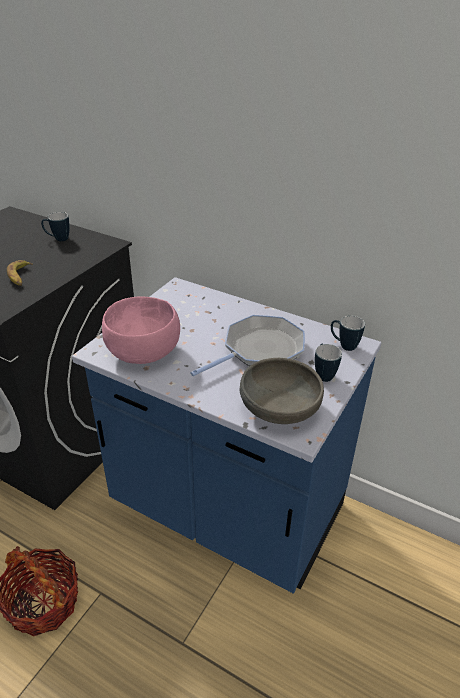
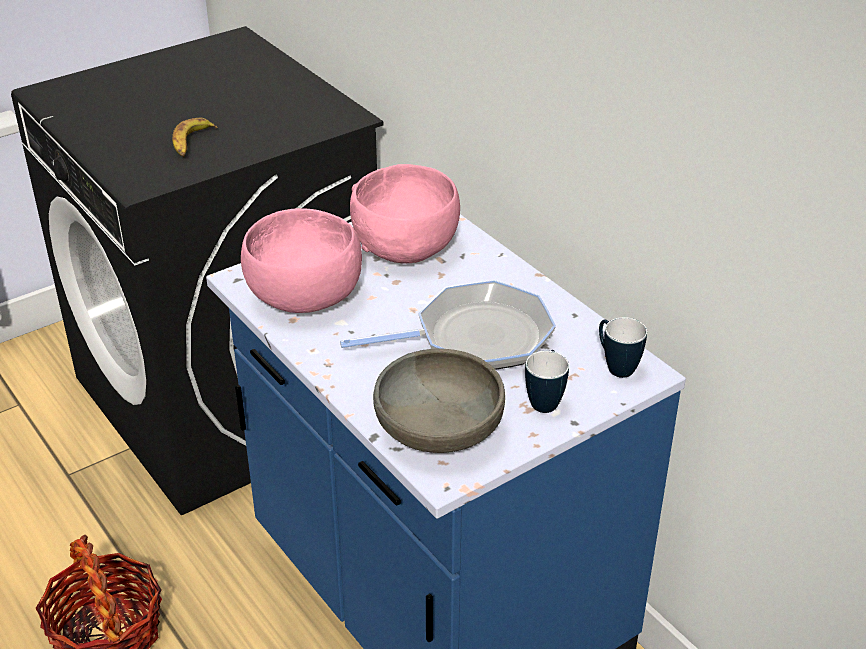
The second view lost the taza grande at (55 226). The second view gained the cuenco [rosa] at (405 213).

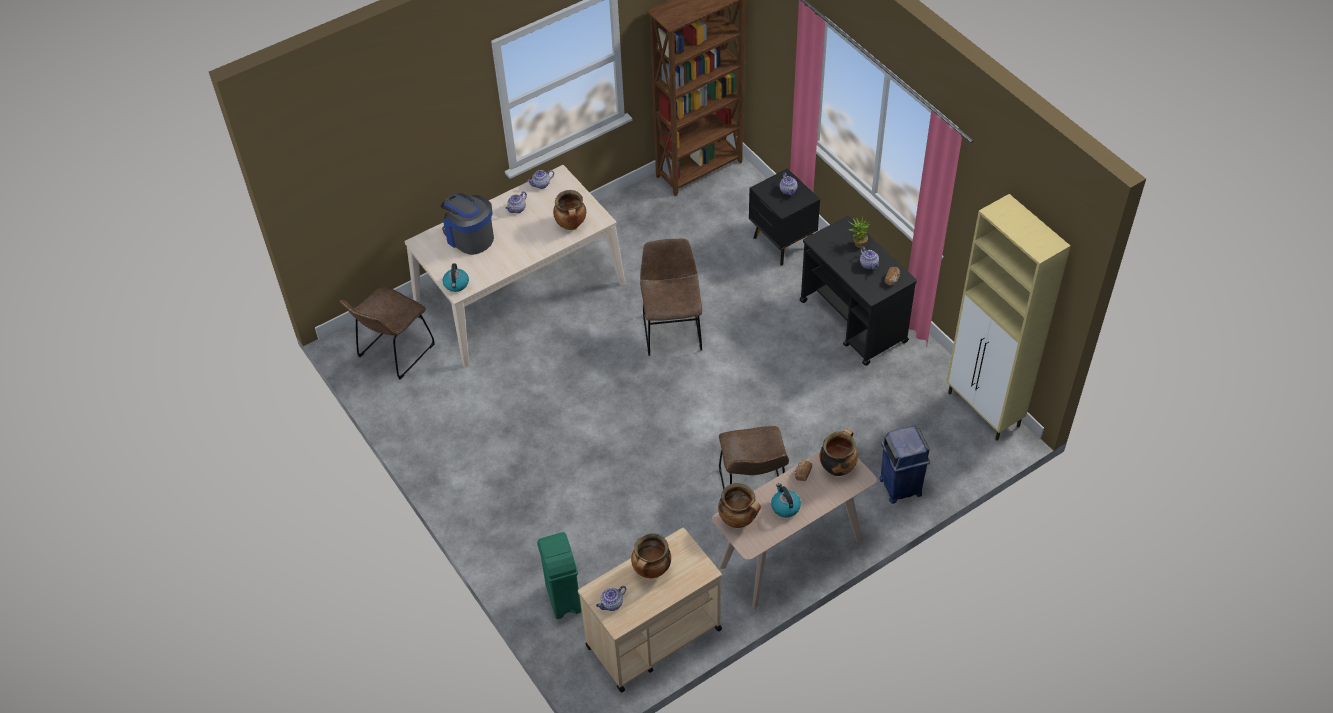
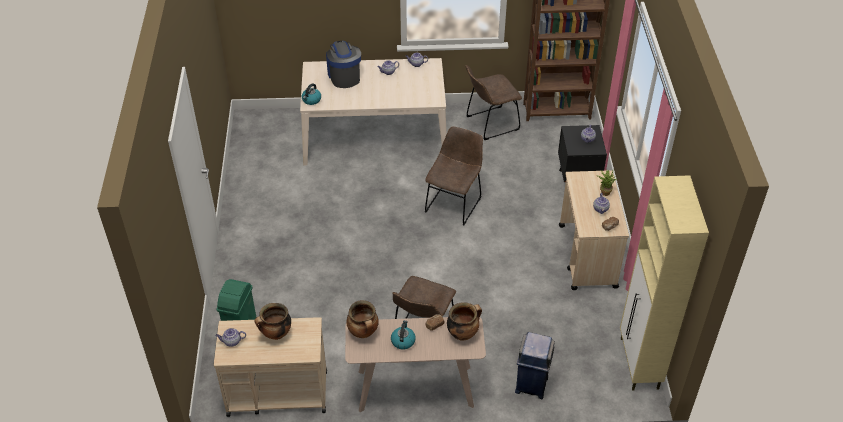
The second view lost the olla at (569 210). The silla [marrón] ended up elsewhere, having gone from (387 332) to (494 102). What was the carrito [negro] at (858 291) turned into the carrito [beis] at (594 230).

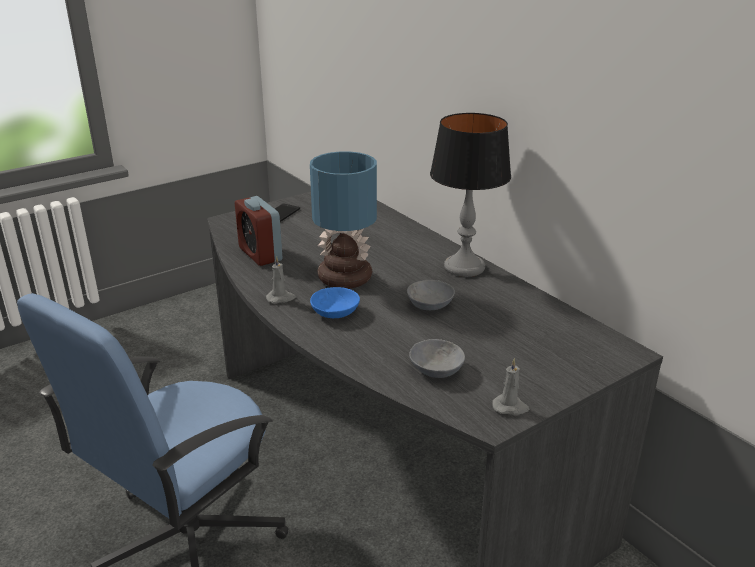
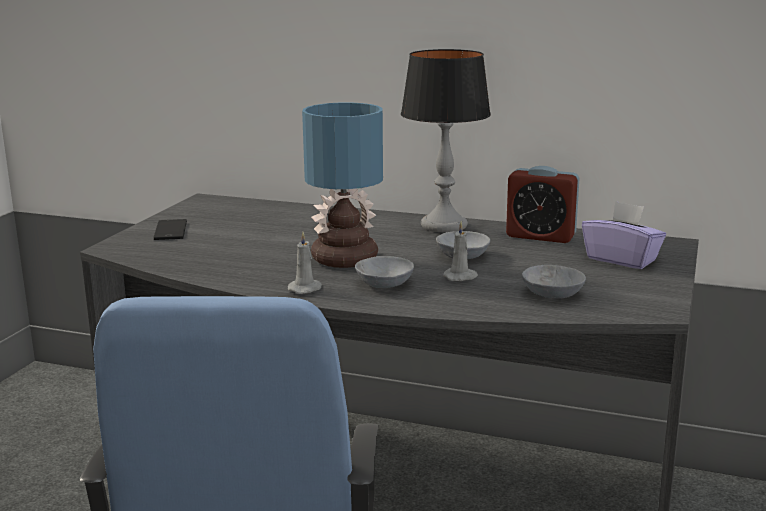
The second view gained the caja de pañuelos [morado] at (624 235). The despertador ended up elsewhere, having gone from (258 231) to (543 204). The vela [gris] ended up elsewhere, having gone from (510 386) to (460 251). What was the cuenco [azul] at (335 302) turned into the cuenco [gris] at (384 272).

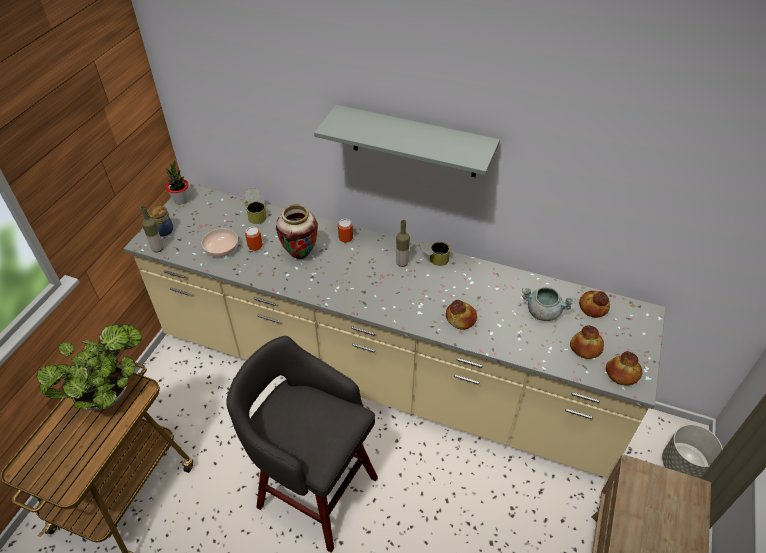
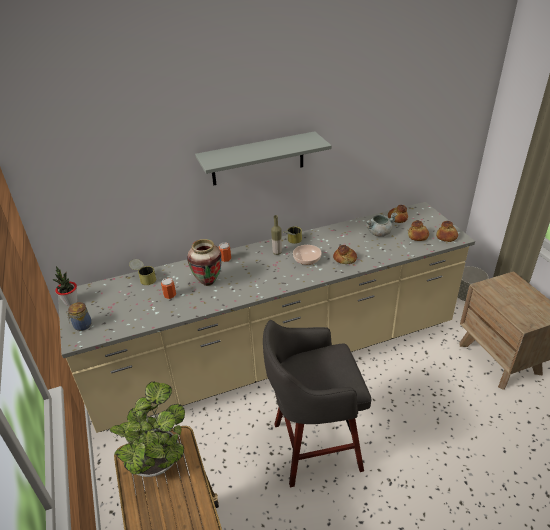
The second view lost the botella at (152 229). The cuenco ended up elsewhere, having gone from (219 243) to (307 255).

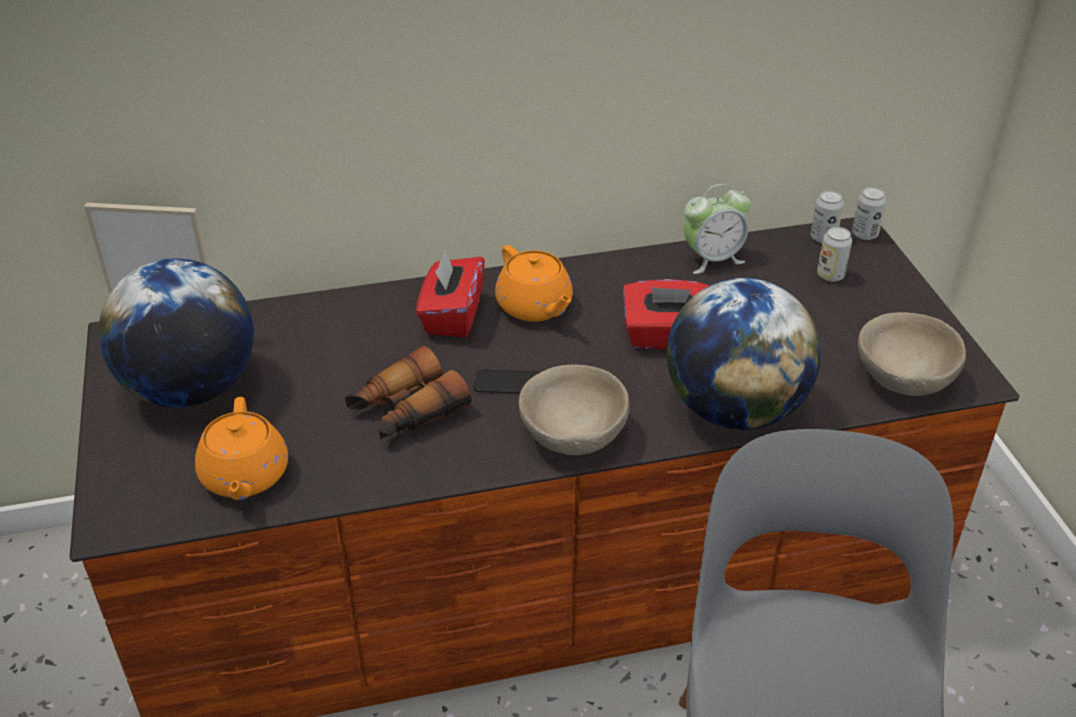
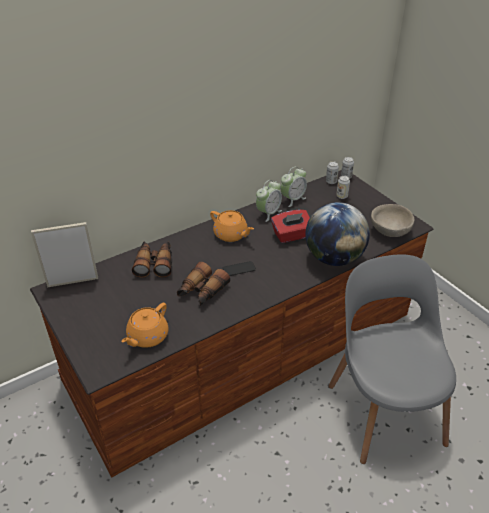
The second view lost the globo terráqueo at (176 333). The second view lost the caja de pañuelos [rojo] at (450 294). The second view lost the cuenco [beis] at (574 409). The second view gained the prismáticos at (152 259). The second view gained the despertador at (269 201). The tetera [naranja] at (241 448) ended up facing another way, 60 degrees clockwise from before.

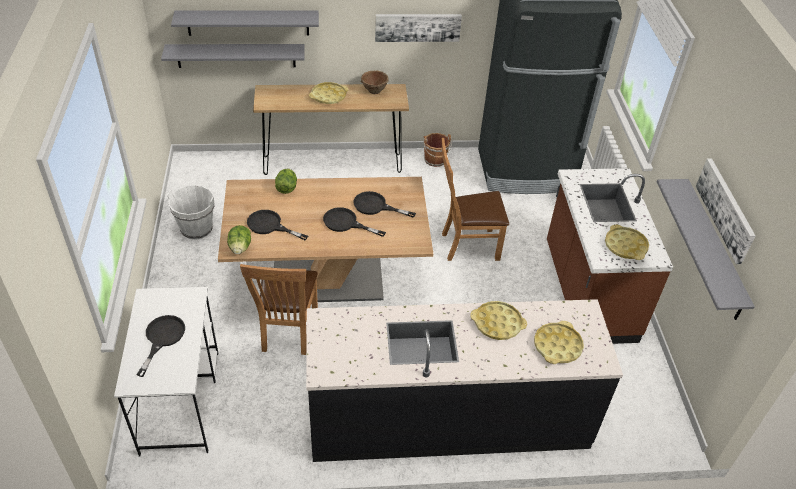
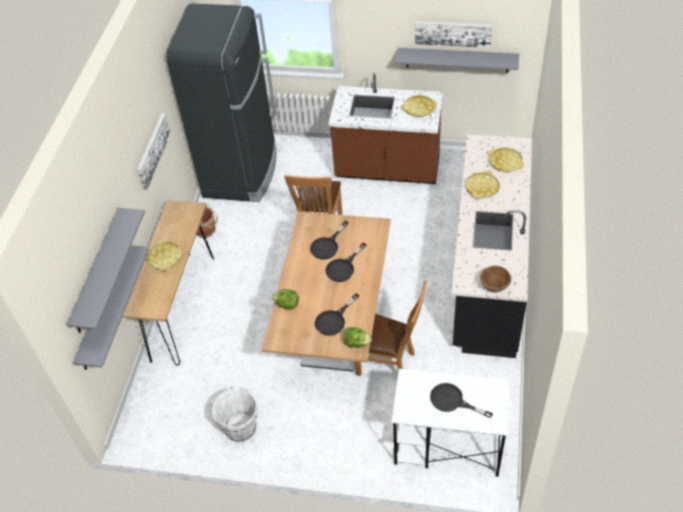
The cuenco [marrón] ended up elsewhere, having gone from (375 82) to (495 278).

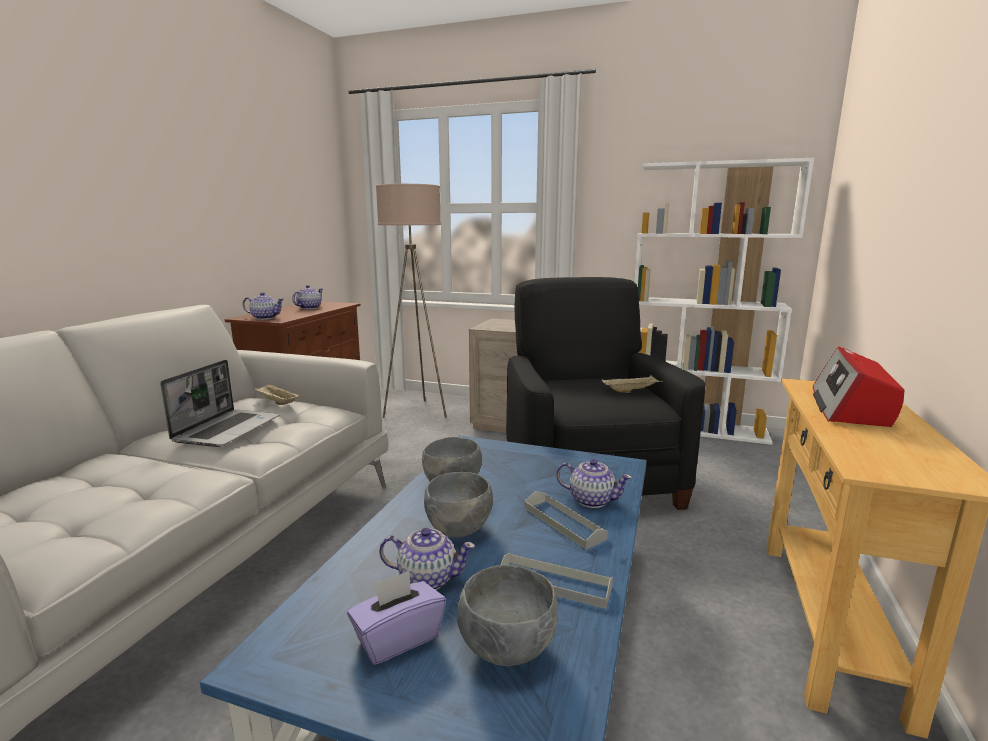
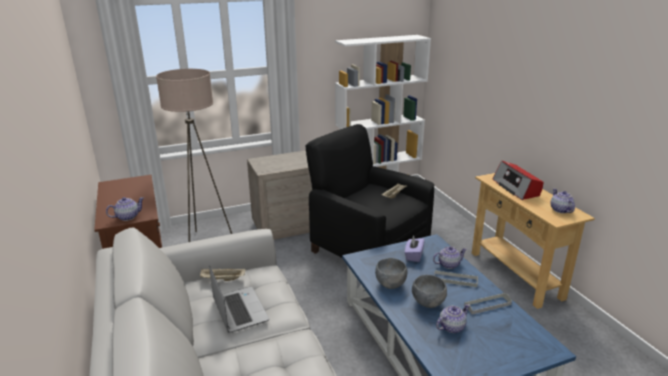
The second view lost the cuenco [gris] at (507 615). The tetera ended up elsewhere, having gone from (307 297) to (562 201). The caja de pañuelos [morado] ended up elsewhere, having gone from (396 618) to (415 248).

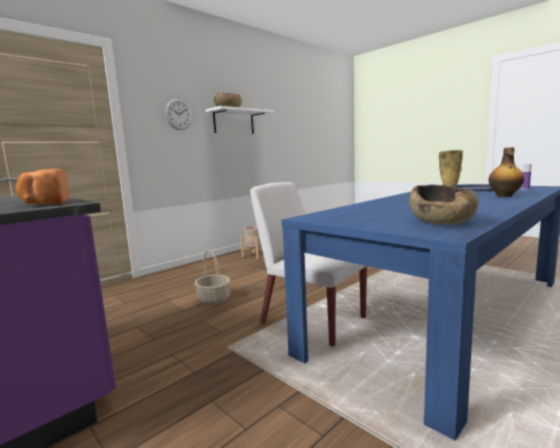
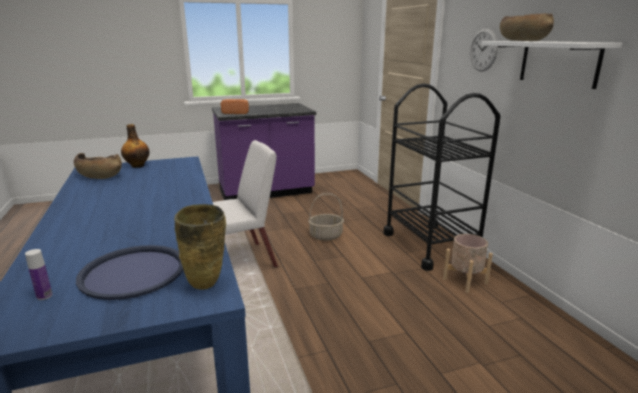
The second view gained the carrito [negro] at (442 177). The botella ended up elsewhere, having gone from (506 172) to (135 146).

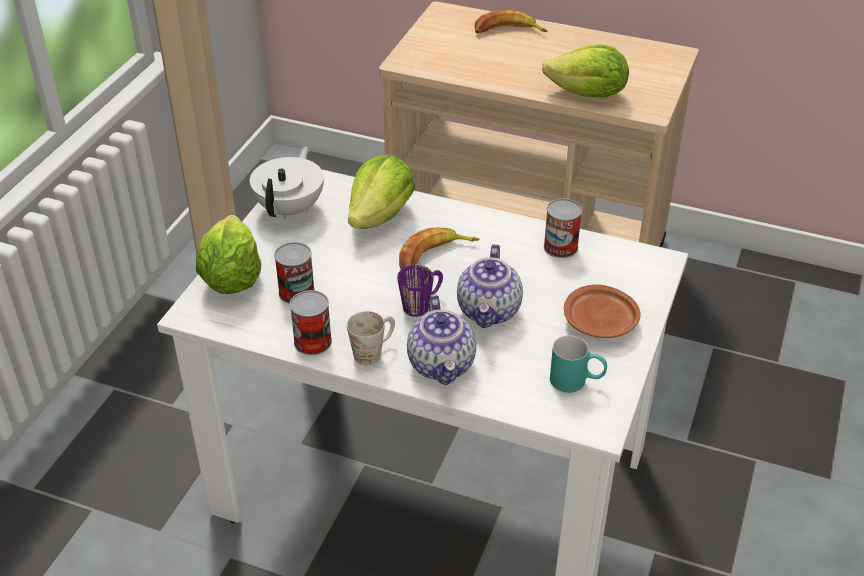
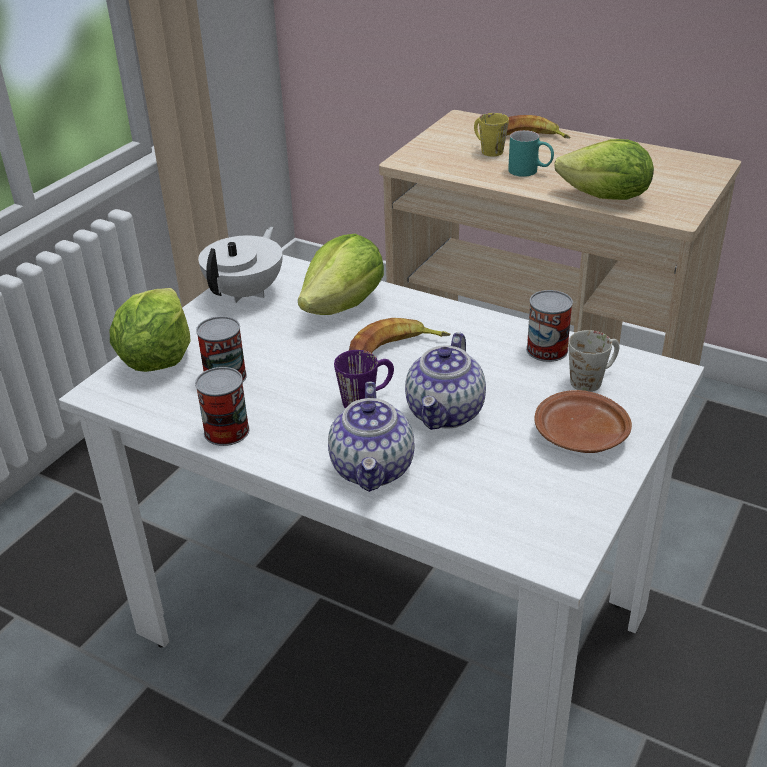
The second view gained the taza grande [amarillo] at (491 135). The taza grande [blanco] ended up elsewhere, having gone from (371 338) to (593 361). The taza grande [turquesa] ended up elsewhere, having gone from (578 364) to (531 153).

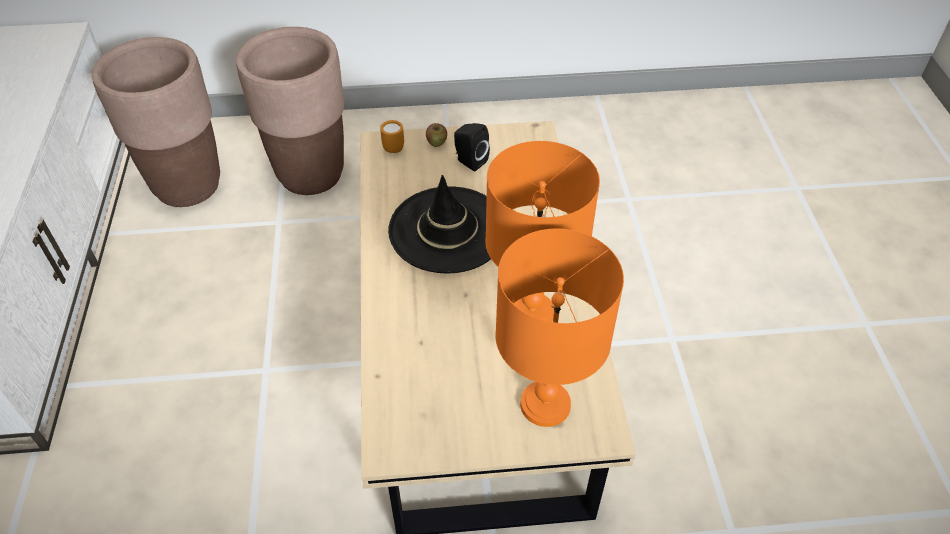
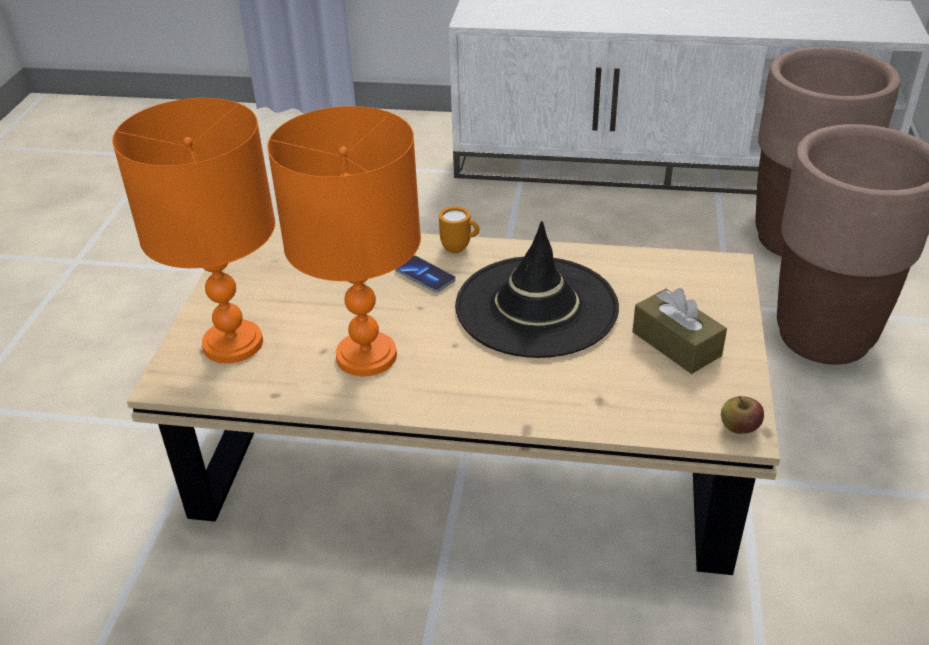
The second view gained the móvil at (425 273). The taza grande [naranja] ended up elsewhere, having gone from (392 136) to (459 229). The manzana ended up elsewhere, having gone from (436 135) to (742 415). Where the altavoz [negro] stood at (472 147), the caja de pañuelos [marrón] came to stand at (679 331).

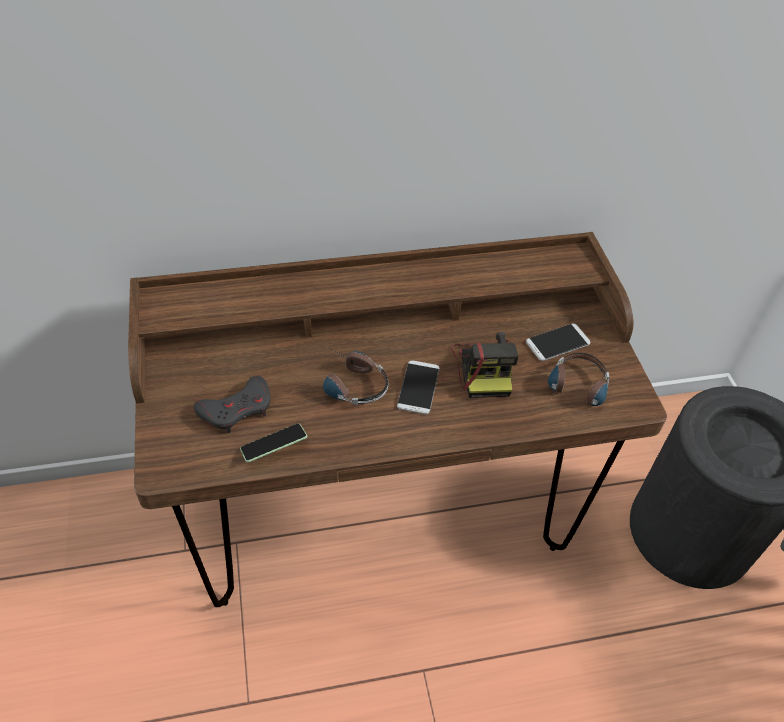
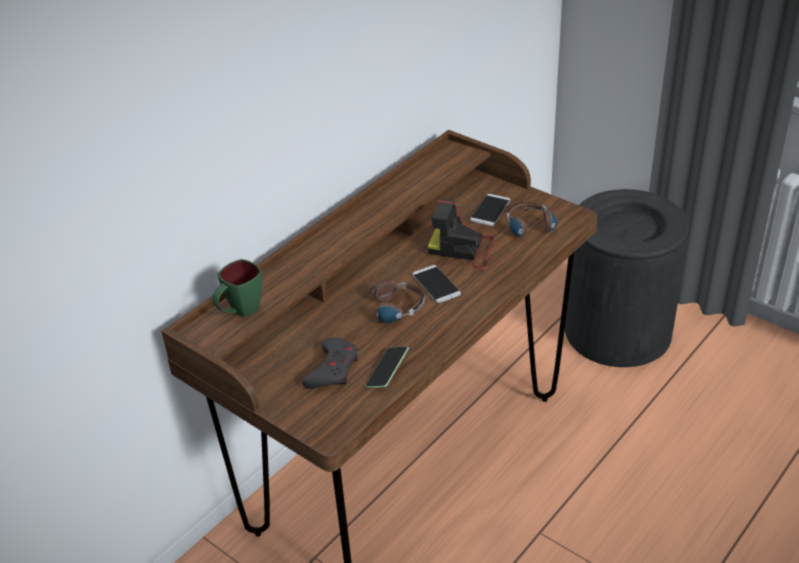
The second view gained the taza grande [verde] at (237 288). The cámara at (485 365) ended up facing another way, 150 degrees clockwise from before.

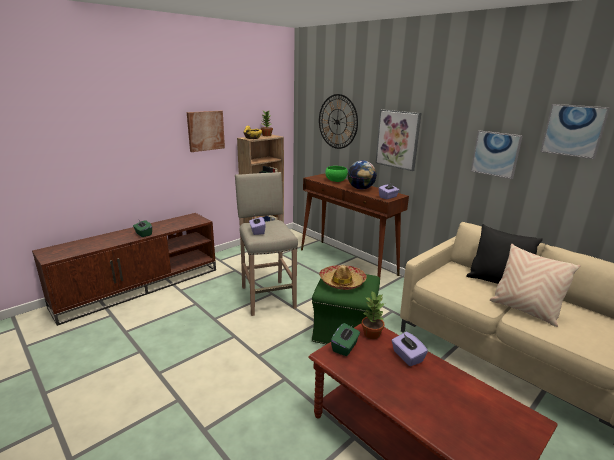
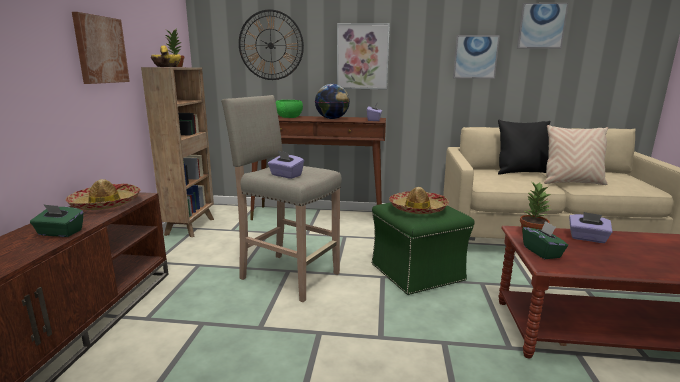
The second view gained the sombrero at (103 194).

